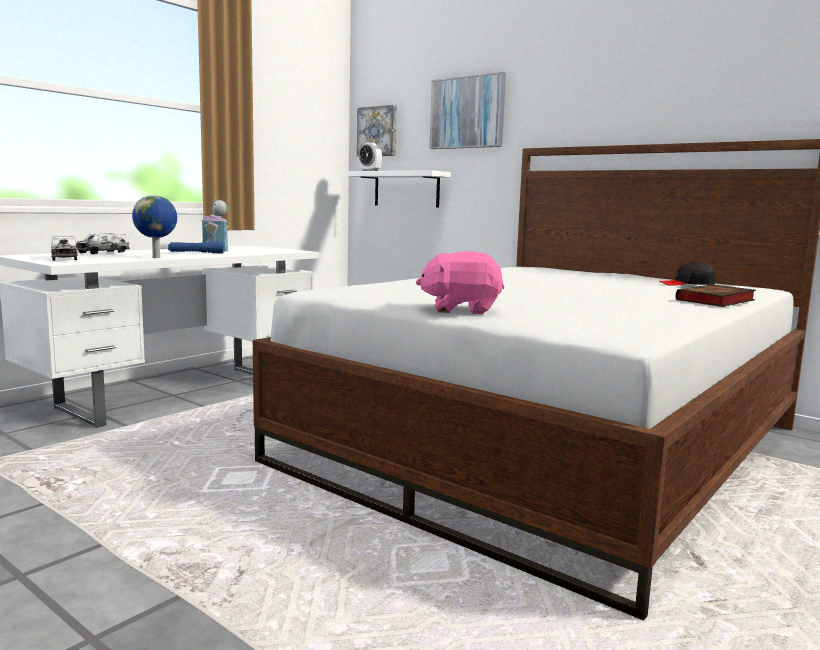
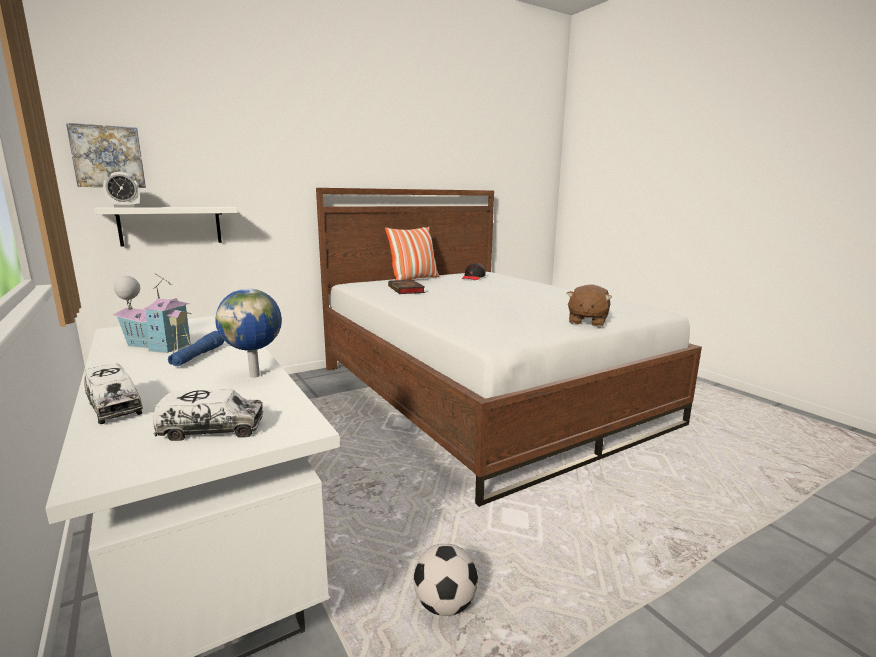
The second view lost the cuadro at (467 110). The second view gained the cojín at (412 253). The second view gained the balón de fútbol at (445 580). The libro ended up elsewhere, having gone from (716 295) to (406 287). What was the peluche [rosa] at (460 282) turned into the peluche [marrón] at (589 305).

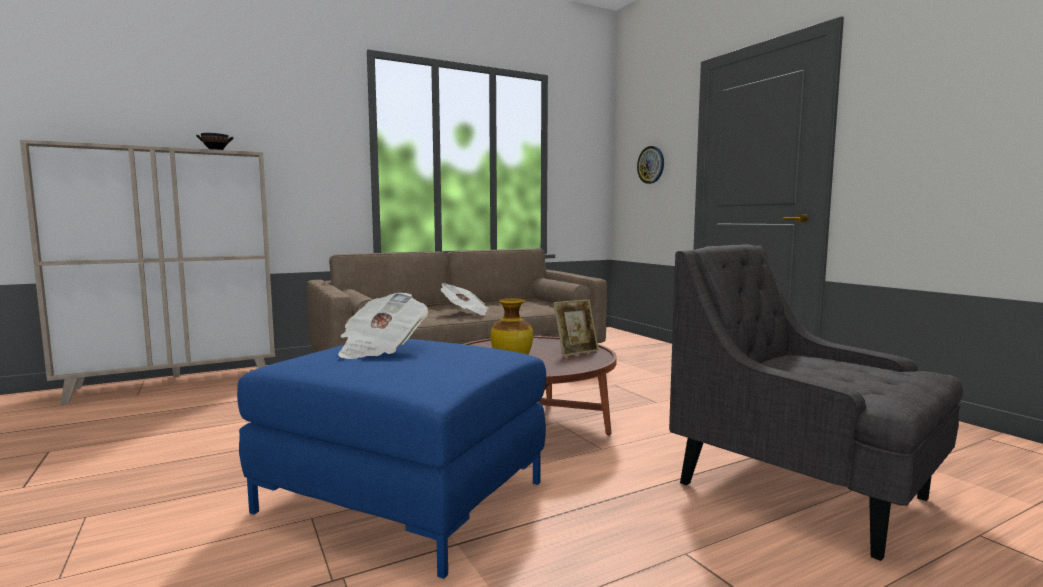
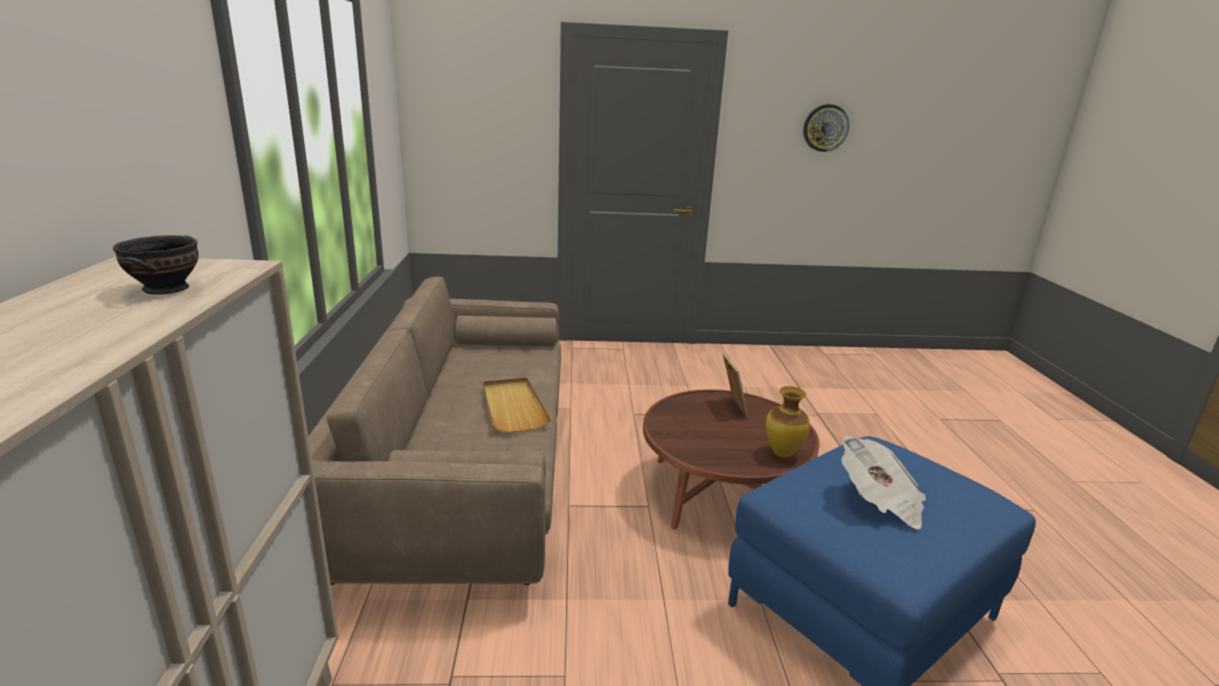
The second view lost the sillón [gris] at (816 402). The reloj de pared ended up elsewhere, having gone from (650 165) to (826 128). Where the periódico stood at (464 299), the bandeja [beis] came to stand at (517 405).

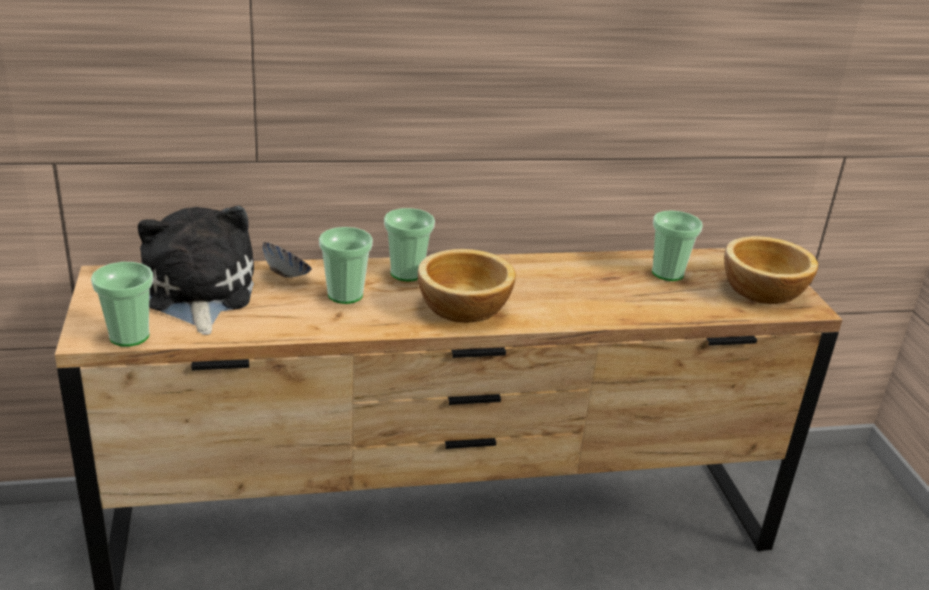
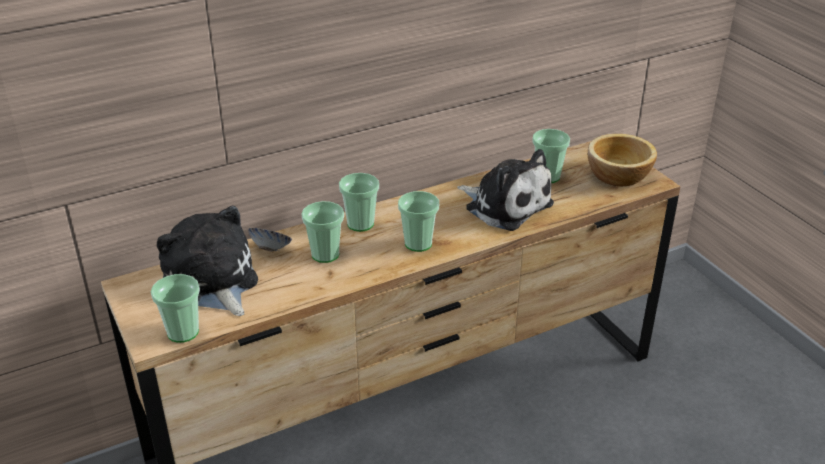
The second view gained the peluche at (505 190). Where the cuenco stood at (467 286), the taza came to stand at (418 221).

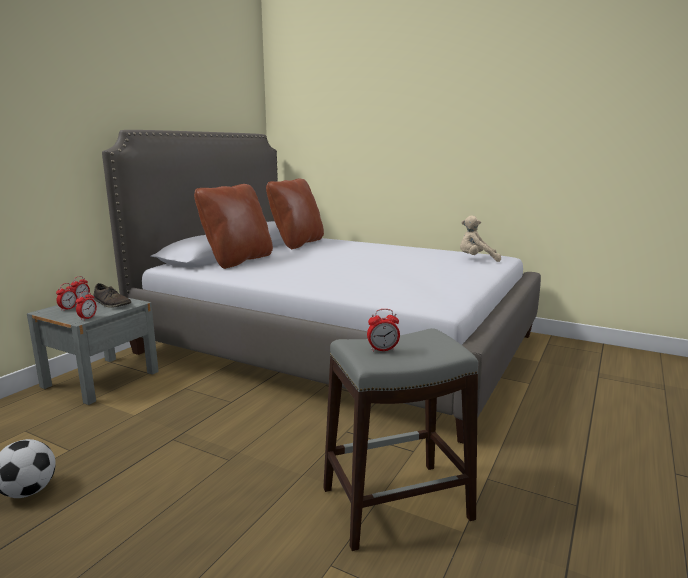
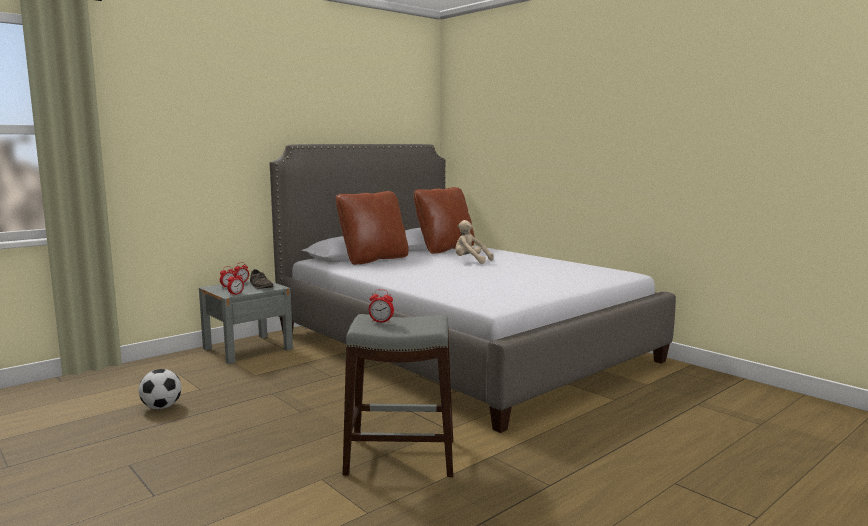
The peluche [beis] ended up elsewhere, having gone from (480 238) to (474 241).

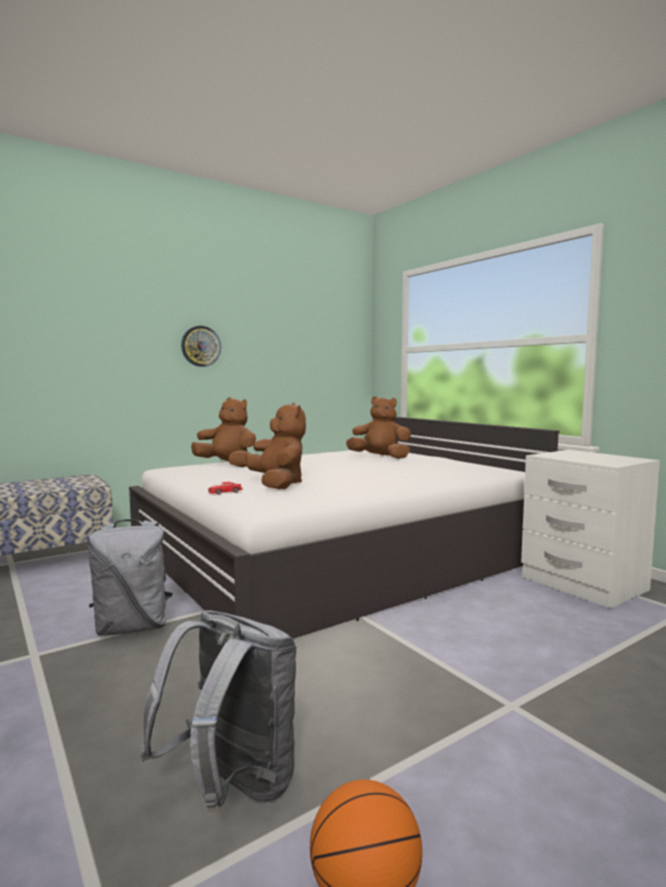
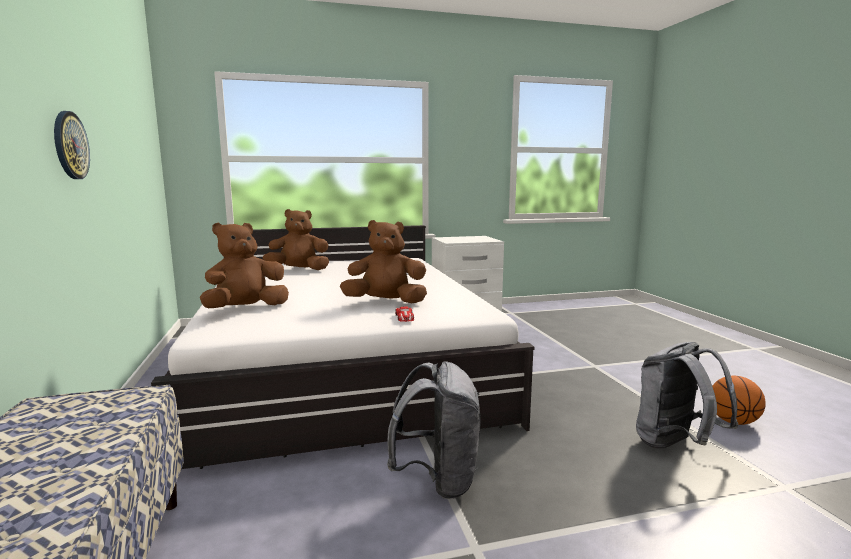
The peluche [marrón] at (378 427) ended up facing another way, 45 degrees clockwise from before.

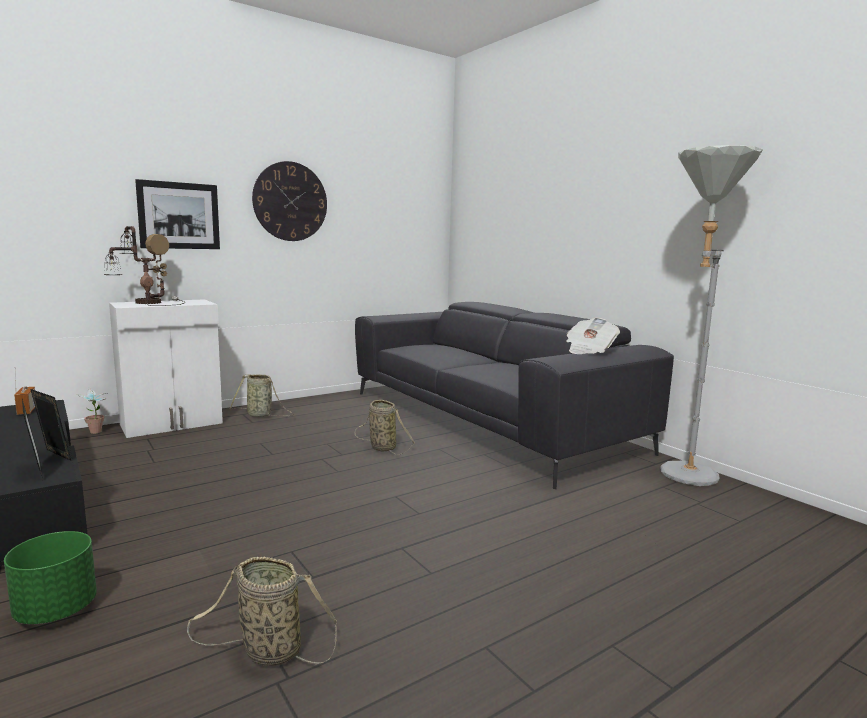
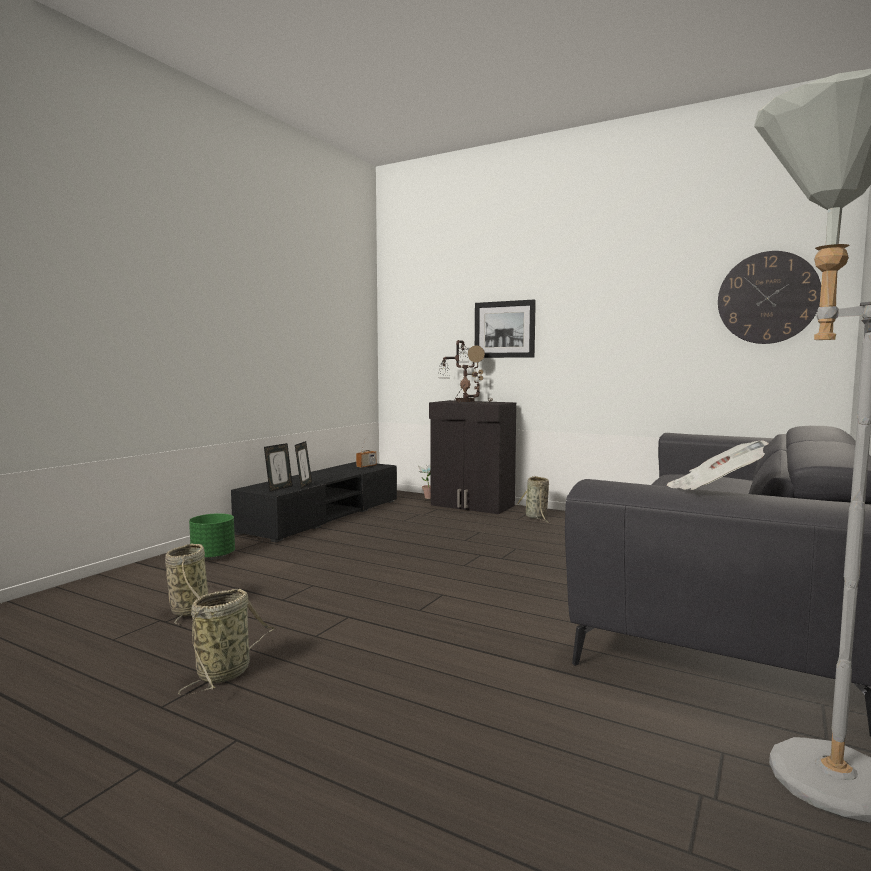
The reloj de pared ended up elsewhere, having gone from (289 201) to (769 297). The cesta ended up elsewhere, having gone from (385 427) to (226 642). What was the armario [blanco] at (166 368) turned into the armario [negro] at (472 457).

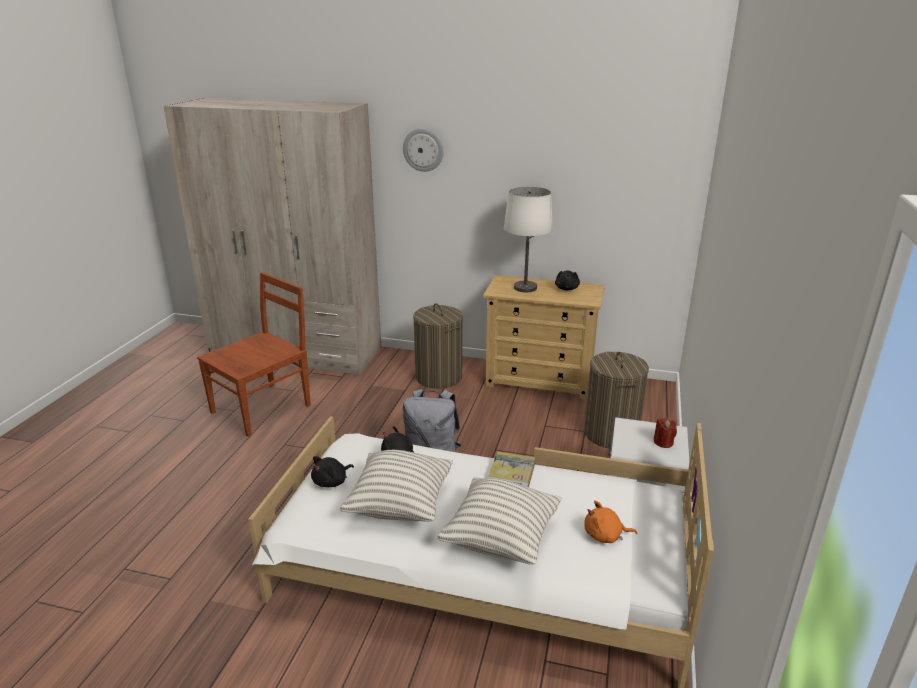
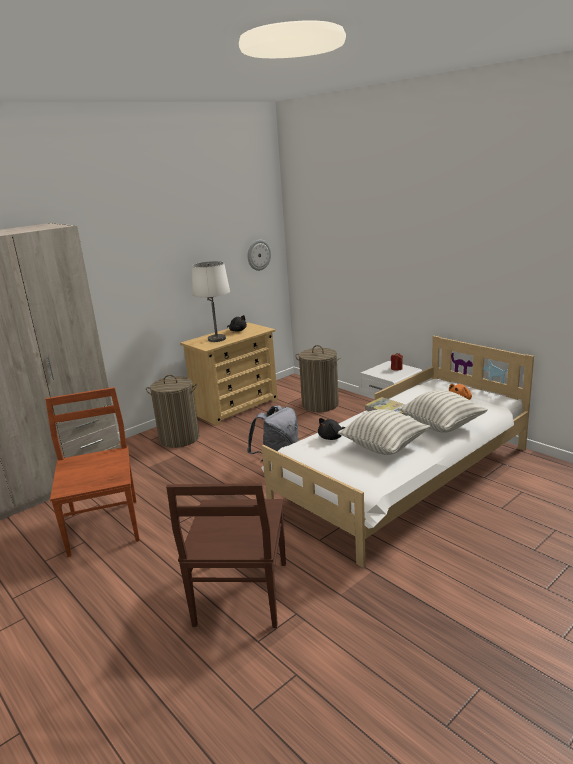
The second view lost the peluche [negro] at (332 471). The second view gained the silla [marrón] at (226 555). The reloj de pared ended up elsewhere, having gone from (423 150) to (259 255).

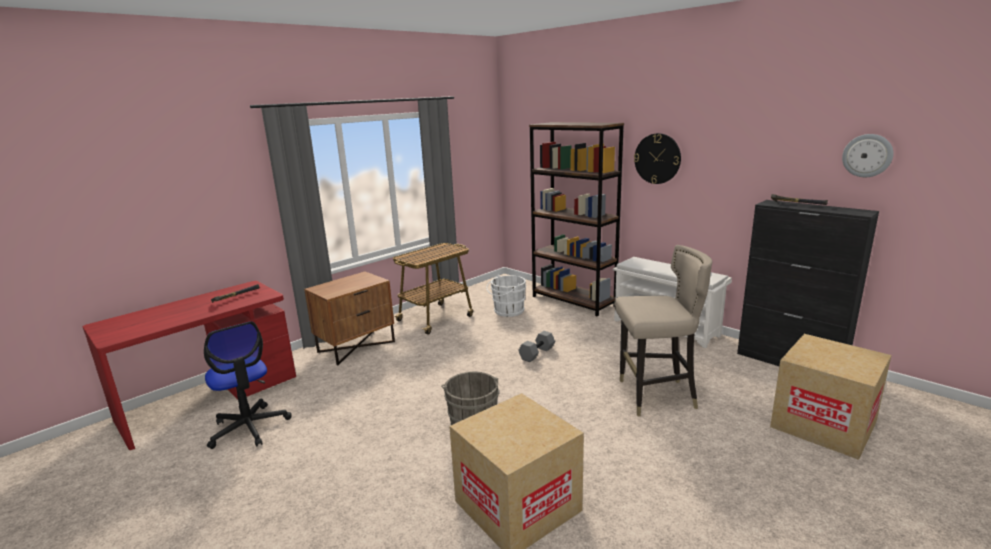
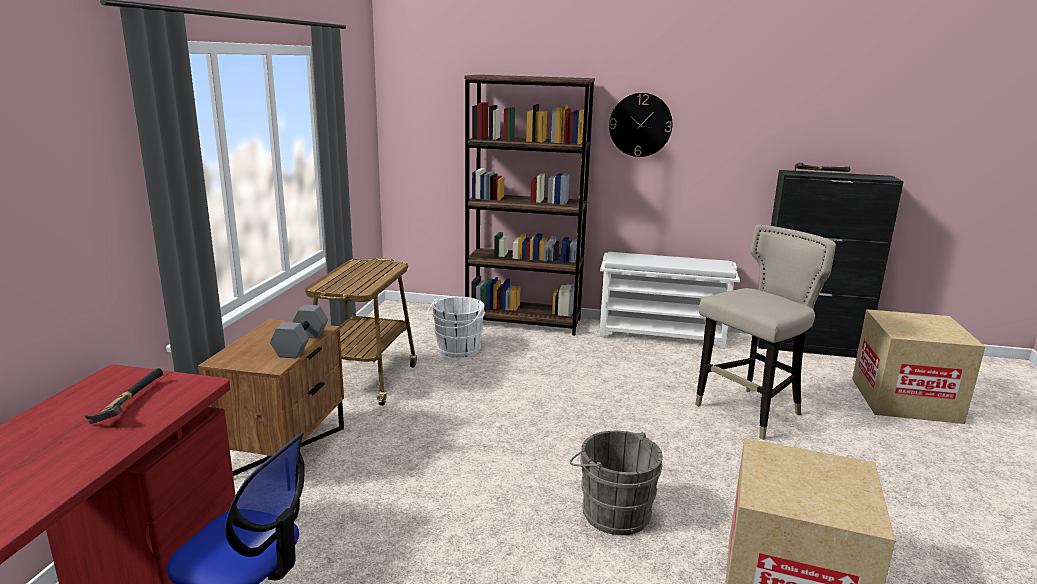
The second view lost the reloj de pared at (868 155). The mancuerna [gris] ended up elsewhere, having gone from (536 346) to (299 331).

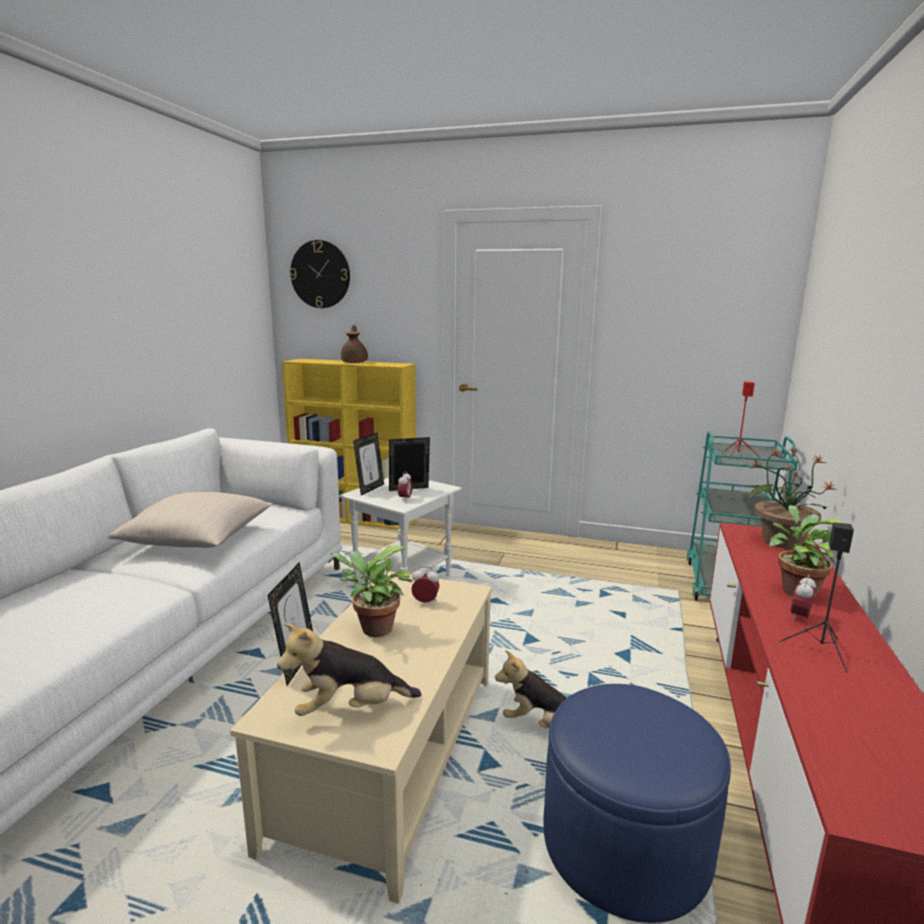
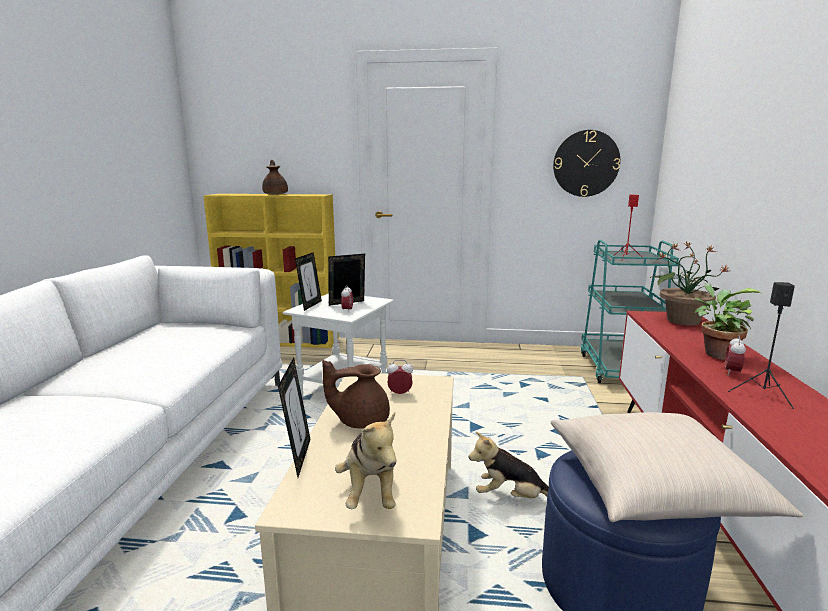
The cojín [beis] ended up elsewhere, having gone from (190 520) to (677 467). The reloj de pared ended up elsewhere, having gone from (320 274) to (586 163). Where the planta en maceta stood at (371 591), the tetera [marrón] came to stand at (356 394). The peluche at (349 669) ended up facing another way, 75 degrees counterclockwise from before.

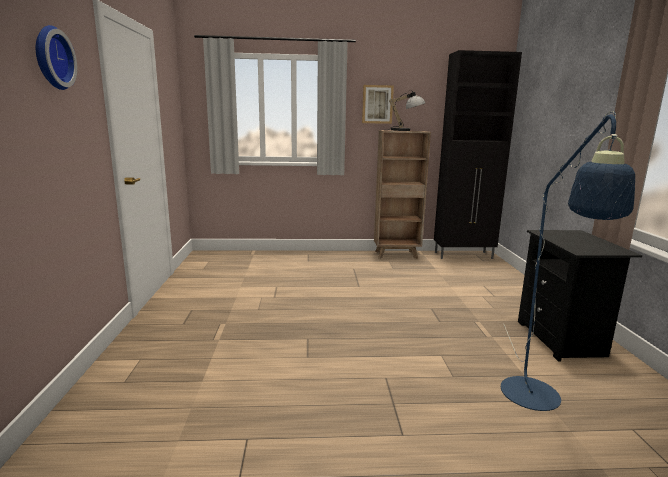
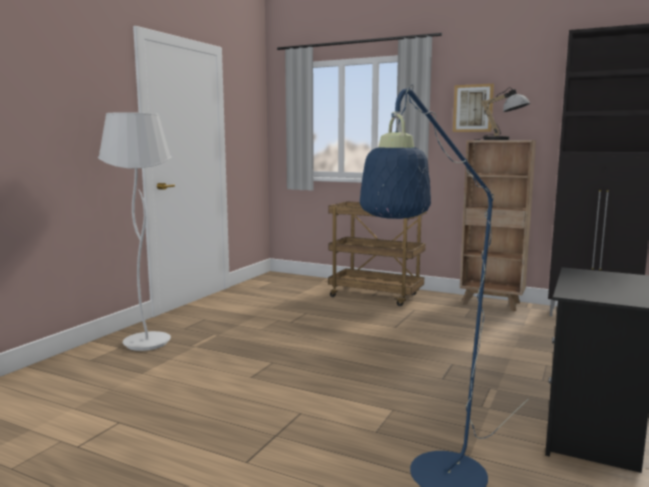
The second view lost the reloj de pared at (56 57). The second view gained the lámpara de pie [blanco] at (135 231). The second view gained the carrito [marrón] at (377 253).

